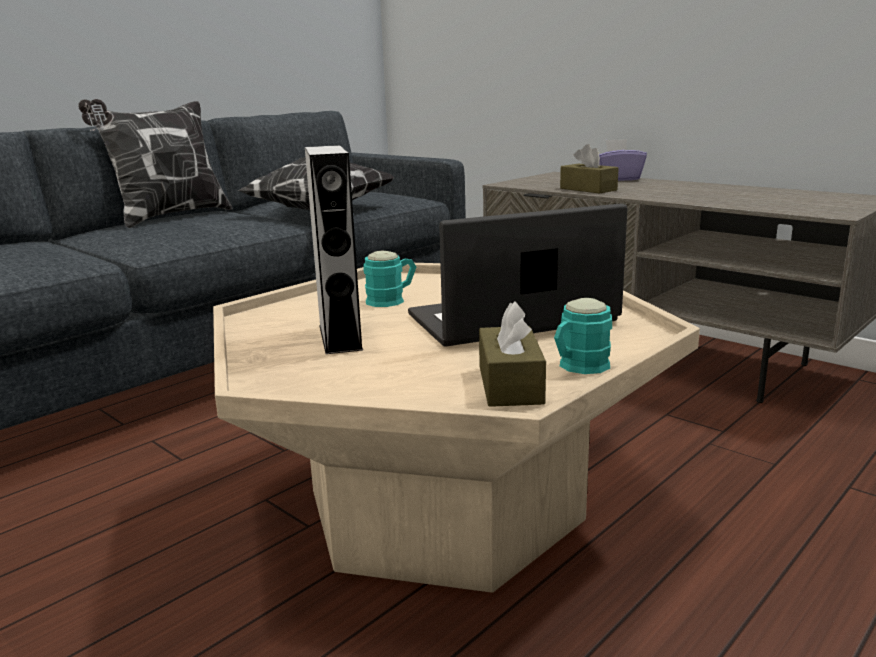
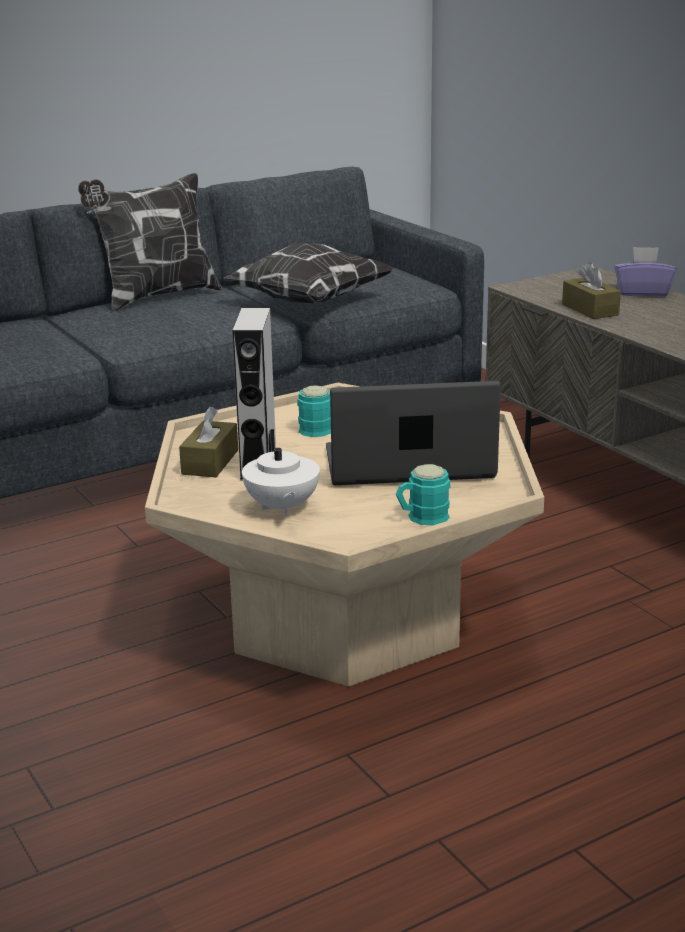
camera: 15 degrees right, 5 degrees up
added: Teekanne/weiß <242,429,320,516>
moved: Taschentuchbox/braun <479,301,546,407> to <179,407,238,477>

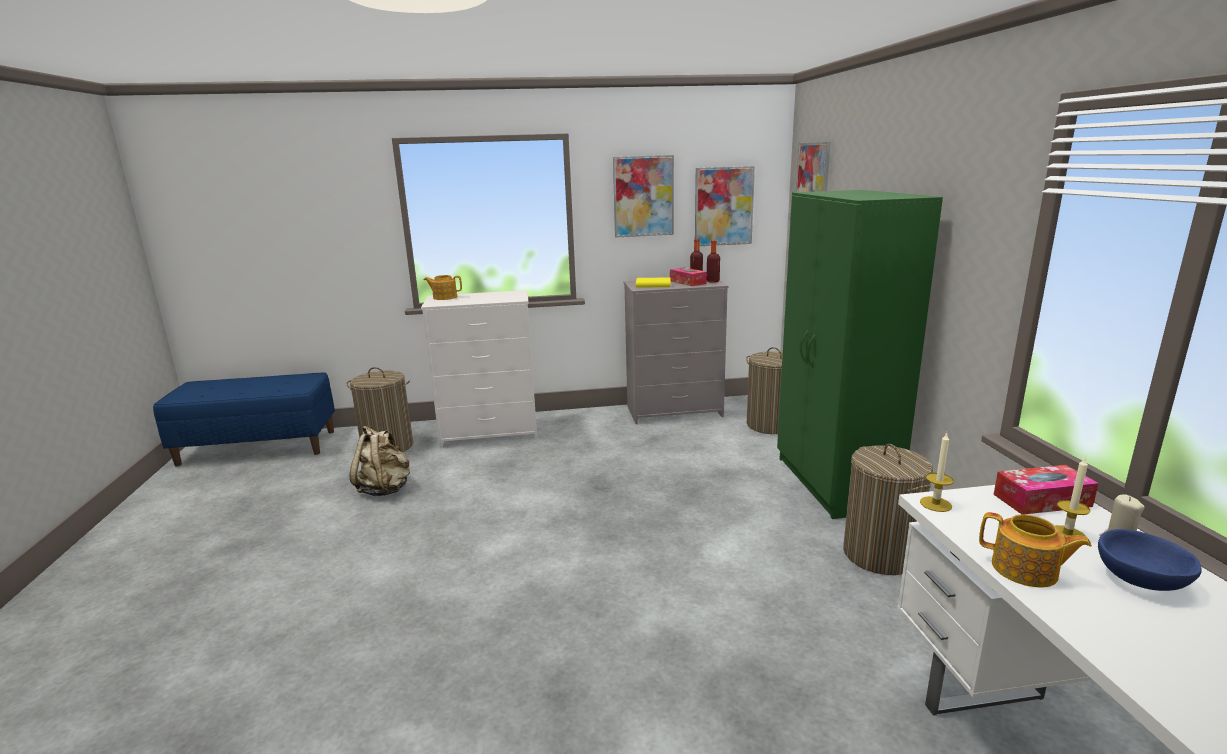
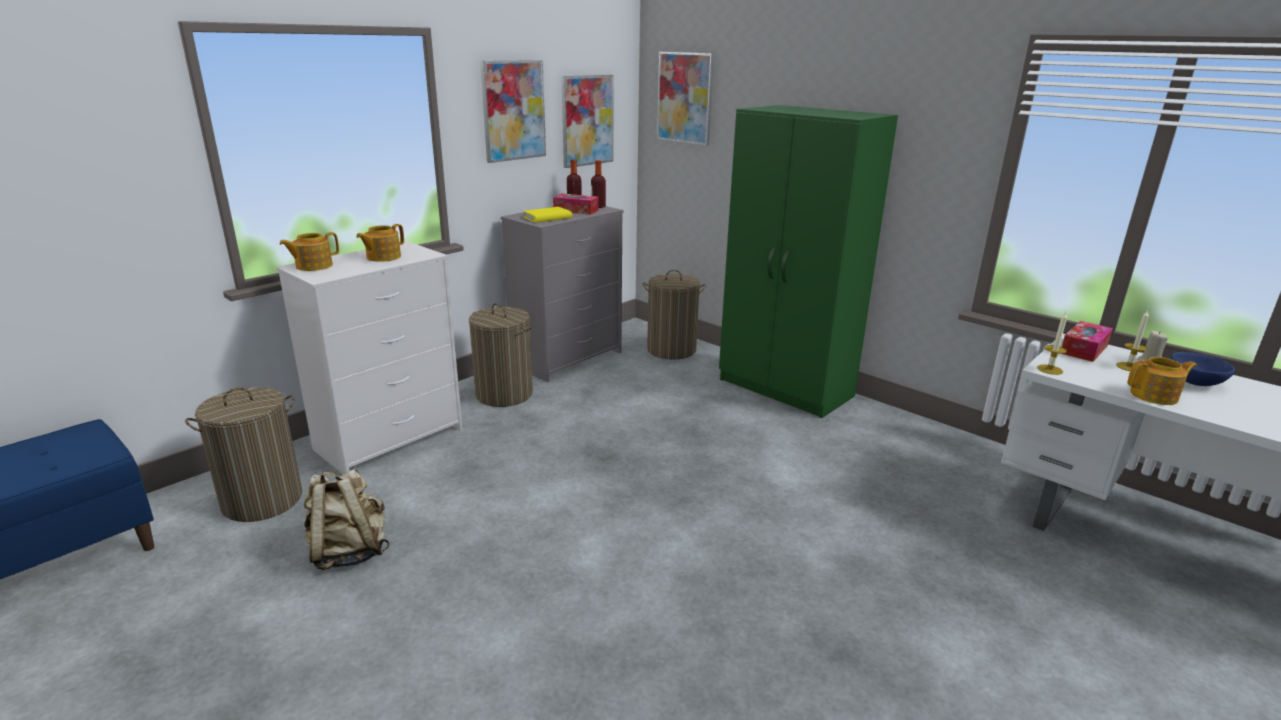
camera: 40 degrees left, 5 degrees up
added: Teekanne <356,224,404,262>
moved: Wäschekorb <843,444,933,575> to <469,303,533,407>

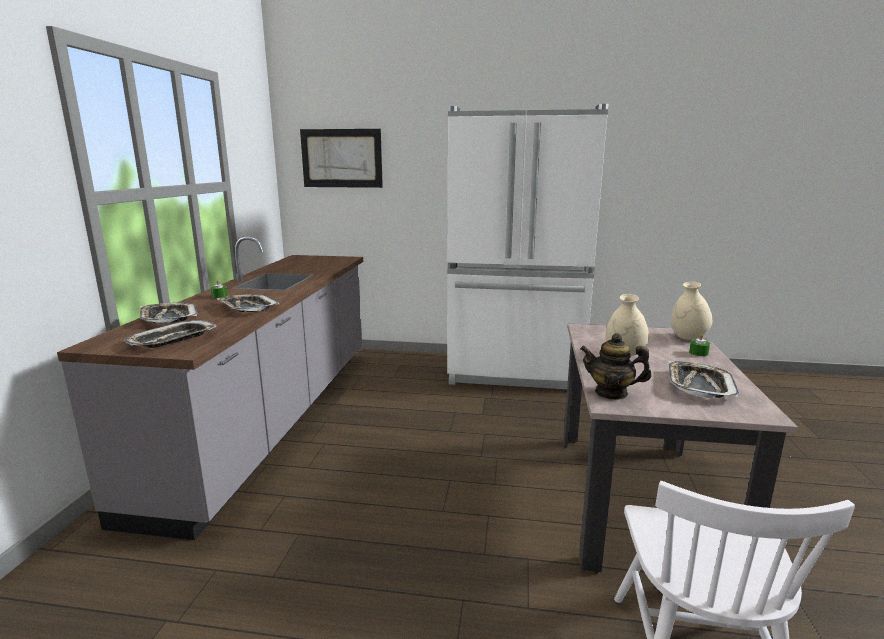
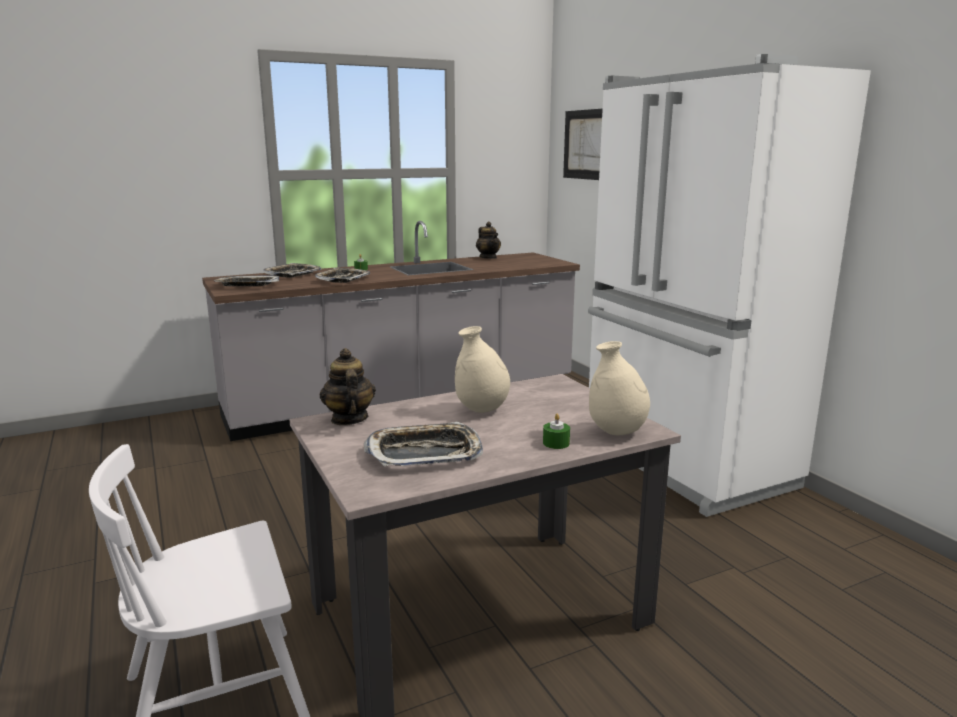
camera: 55 degrees right, 0 degrees up
added: Teekanne <476,222,501,259>

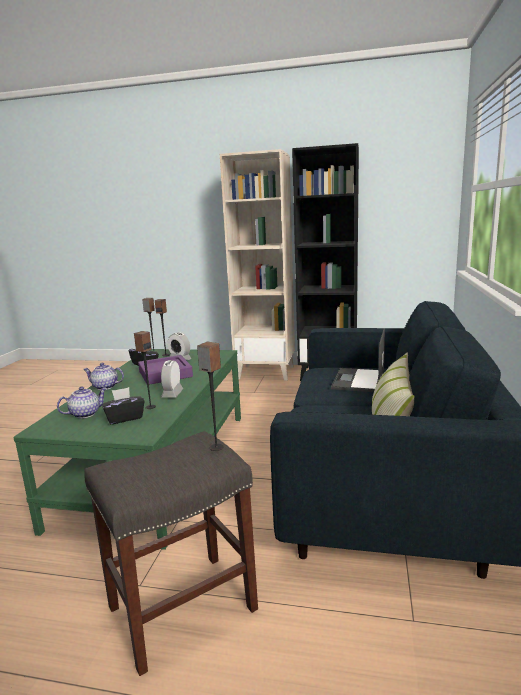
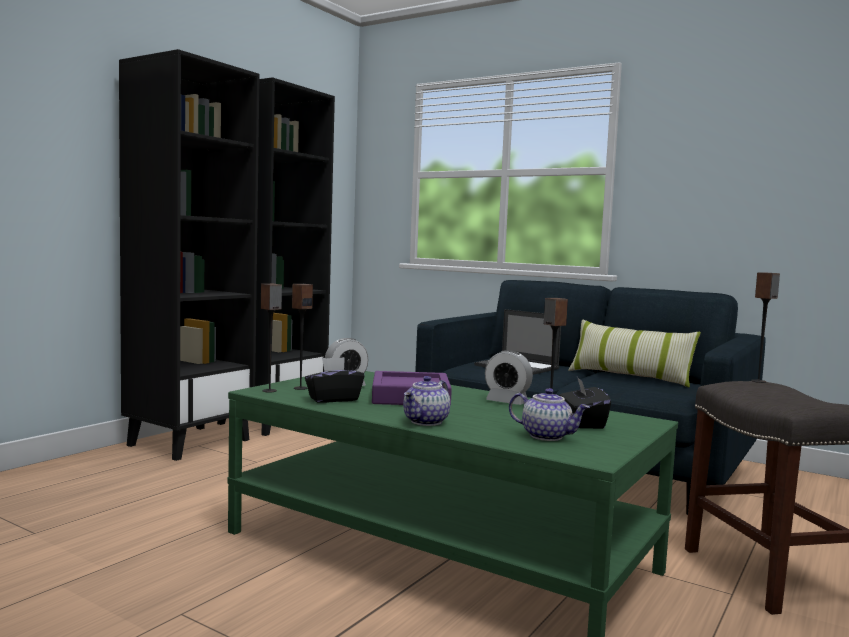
camera: 70 degrees left, 10 degrees down
recoloured: Bücherregal/beige <220,149,295,381> to Bücherregal/schwarz <119,49,259,461>
turned: Teekanne <57,387,107,418> = <509,388,590,441> 135 degrees clockwise

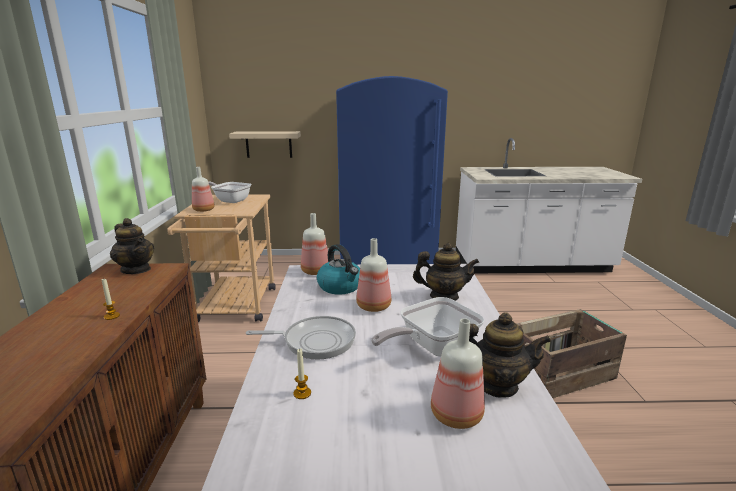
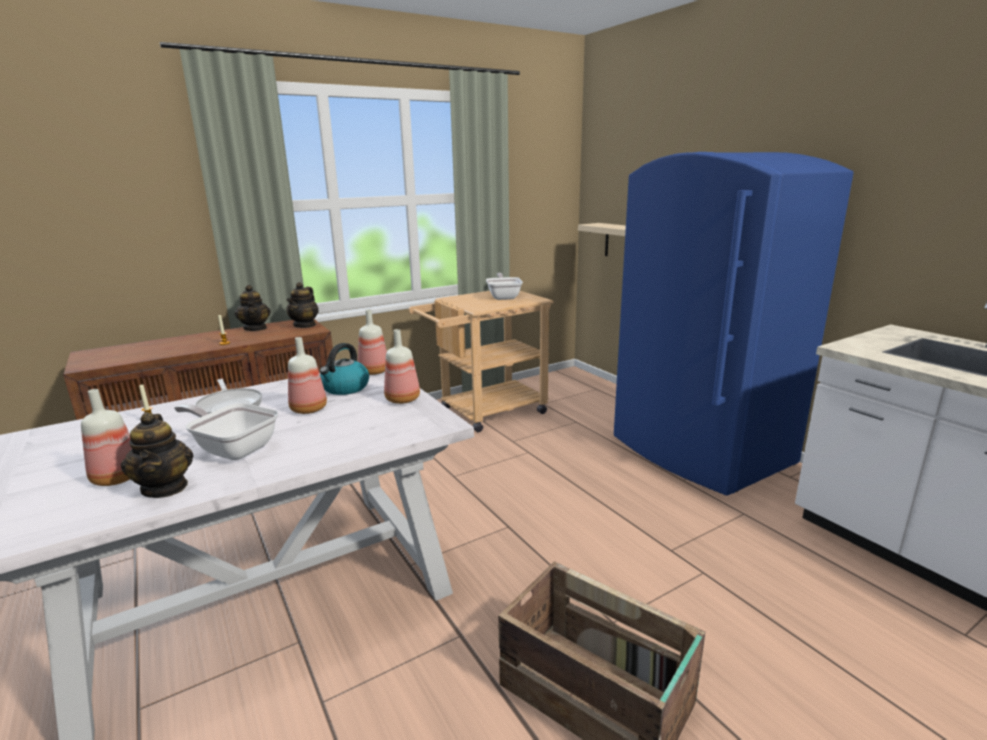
camera: 60 degrees right, 0 degrees up
moved: Flasche <192,167,215,212> to <384,329,420,404>; Teekanne <413,243,479,301> to <235,285,271,331>

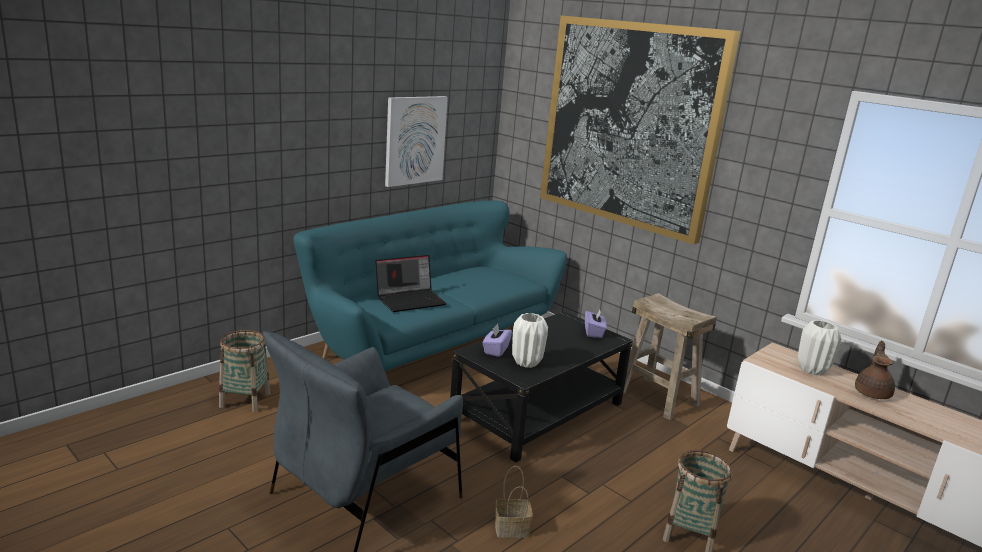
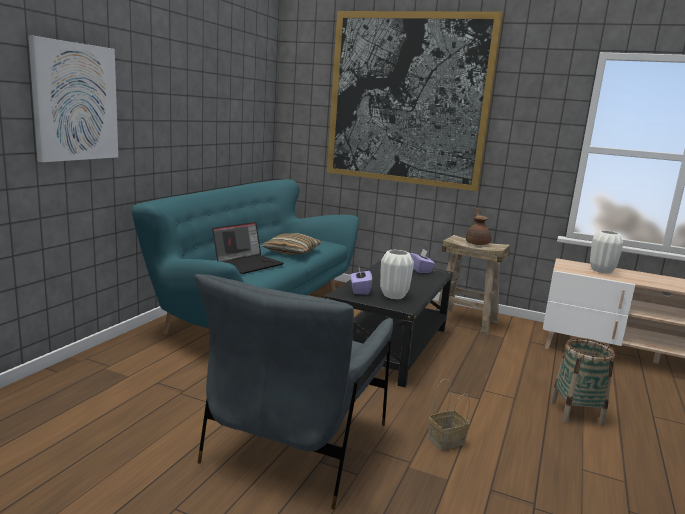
camera: 20 degrees left, 5 degrees down
removed: Korb <219,330,270,412>
added: Kissen <261,233,322,255>
moved: Bild <385,96,448,187> to <28,35,118,162>; Teekanne/braun <855,341,895,399> to <466,208,491,245>

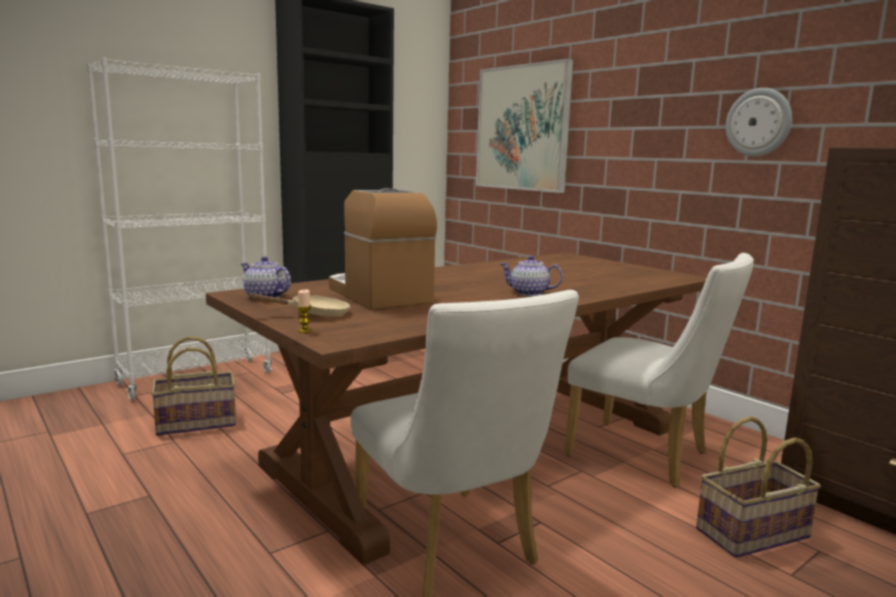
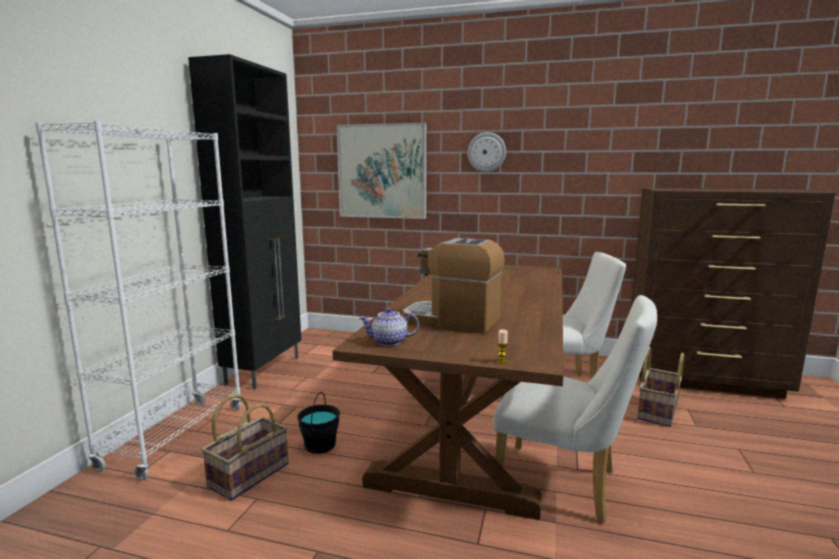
camera: 35 degrees left, 0 degrees up
removed: Teekanne <499,256,563,296>; Pfanne/beige <247,293,350,316>
added: Eimer/schwarz <297,392,340,454>
moved: Wanduhr <726,88,792,156> to <468,132,506,172>

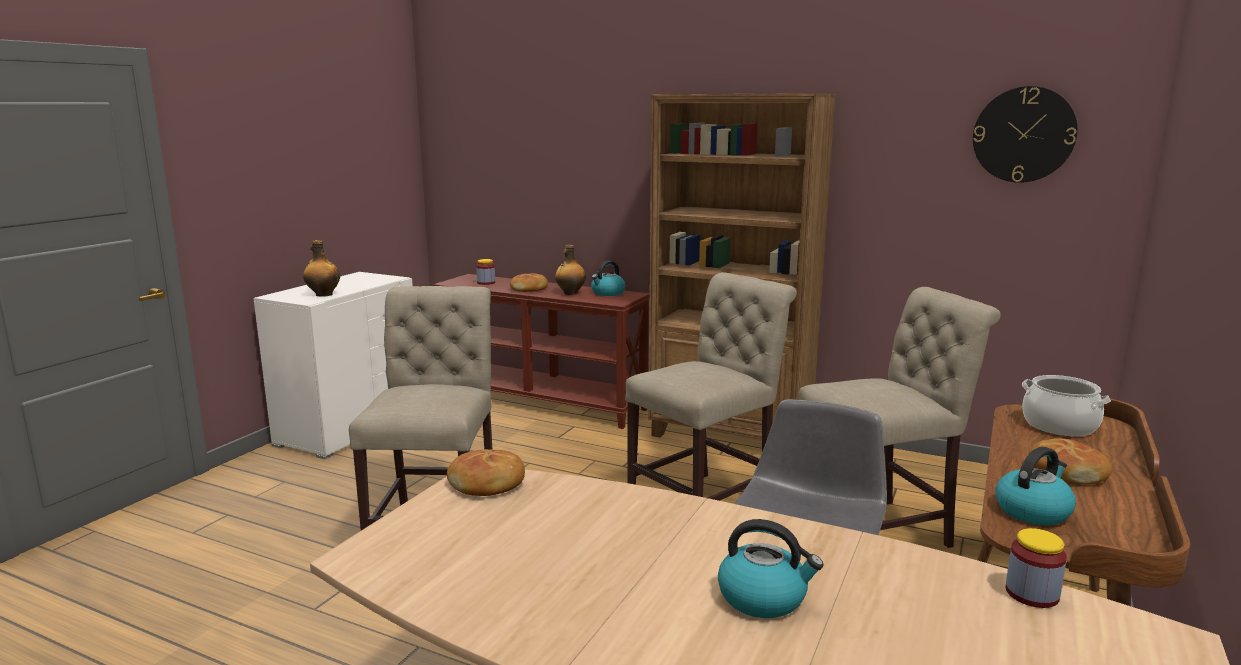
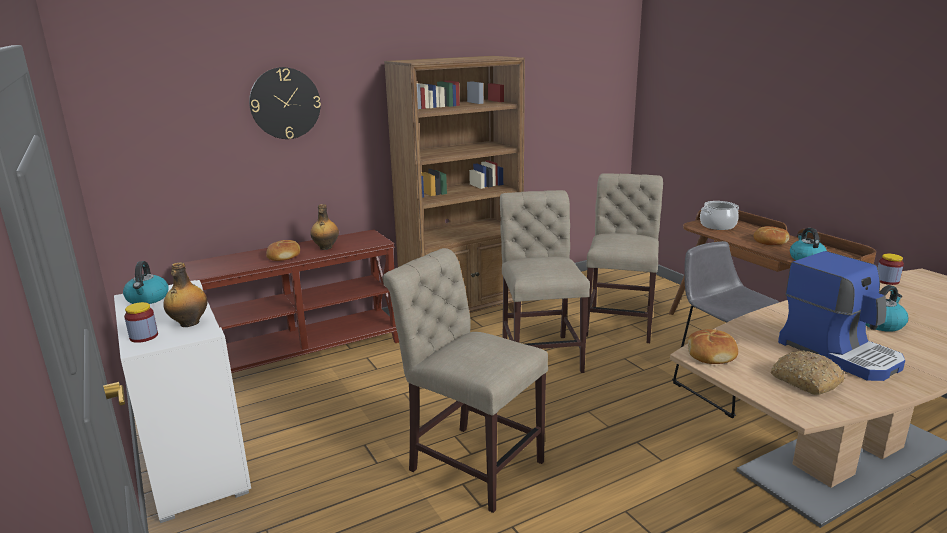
camera: 55 degrees left, 5 degrees up
added: Kaffeemaschine <778,251,905,381>; Brot <771,350,845,395>
moved: Wanduhr <973,86,1078,183> to <249,67,321,139>; Vorratsglas <476,259,495,285> to <124,302,158,343>; Wasserkessel <591,261,625,296> to <123,261,169,304>

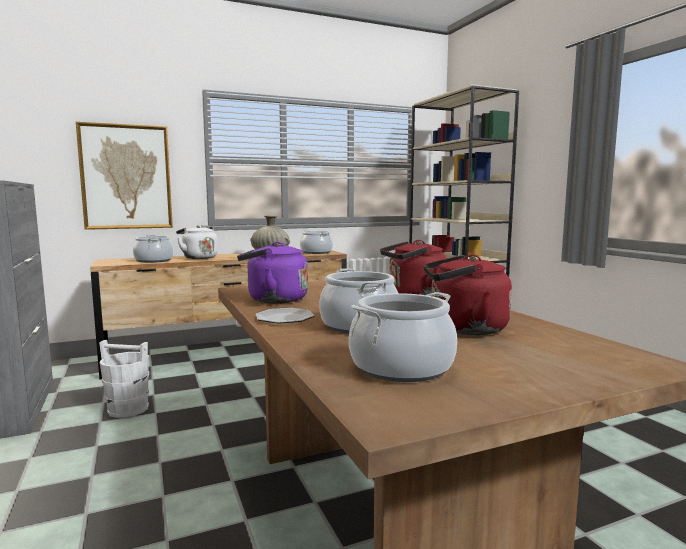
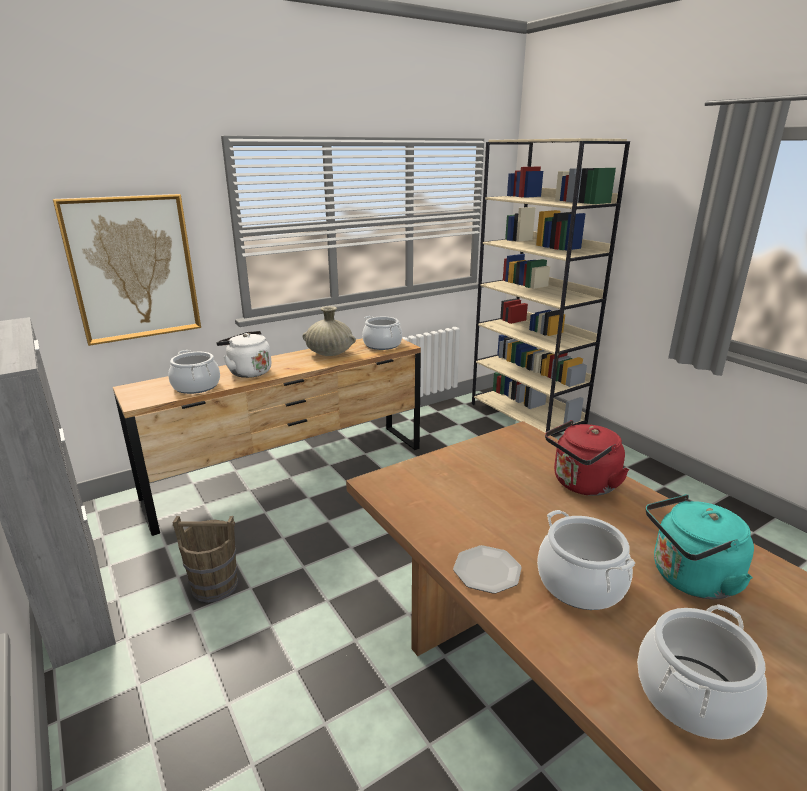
camera: 10 degrees left, 15 degrees up
removed: Wasserkessel/lila <237,242,308,304>
recoloured: Wasserkessel/rot <423,254,512,335> to Wasserkessel/türkis <646,494,754,599>; Eimer/weiß <99,340,149,418> to Eimer/braun <172,516,238,603>

